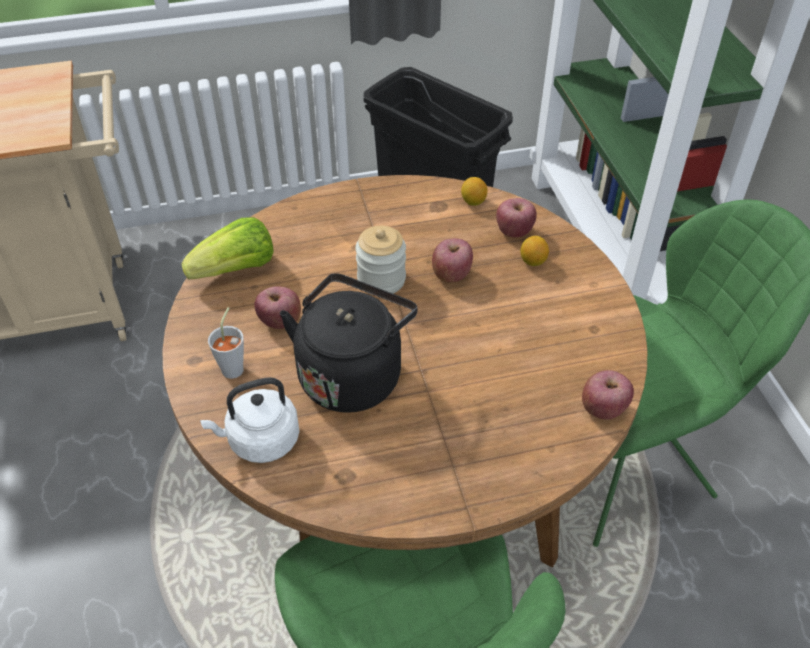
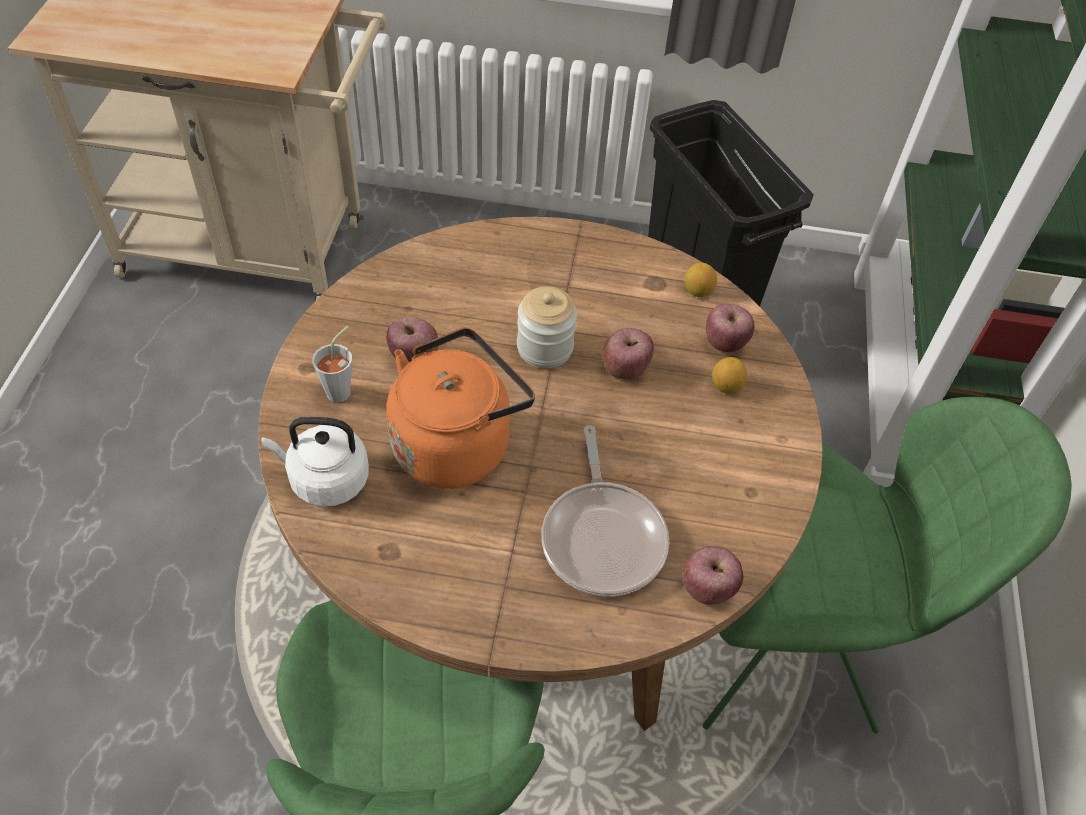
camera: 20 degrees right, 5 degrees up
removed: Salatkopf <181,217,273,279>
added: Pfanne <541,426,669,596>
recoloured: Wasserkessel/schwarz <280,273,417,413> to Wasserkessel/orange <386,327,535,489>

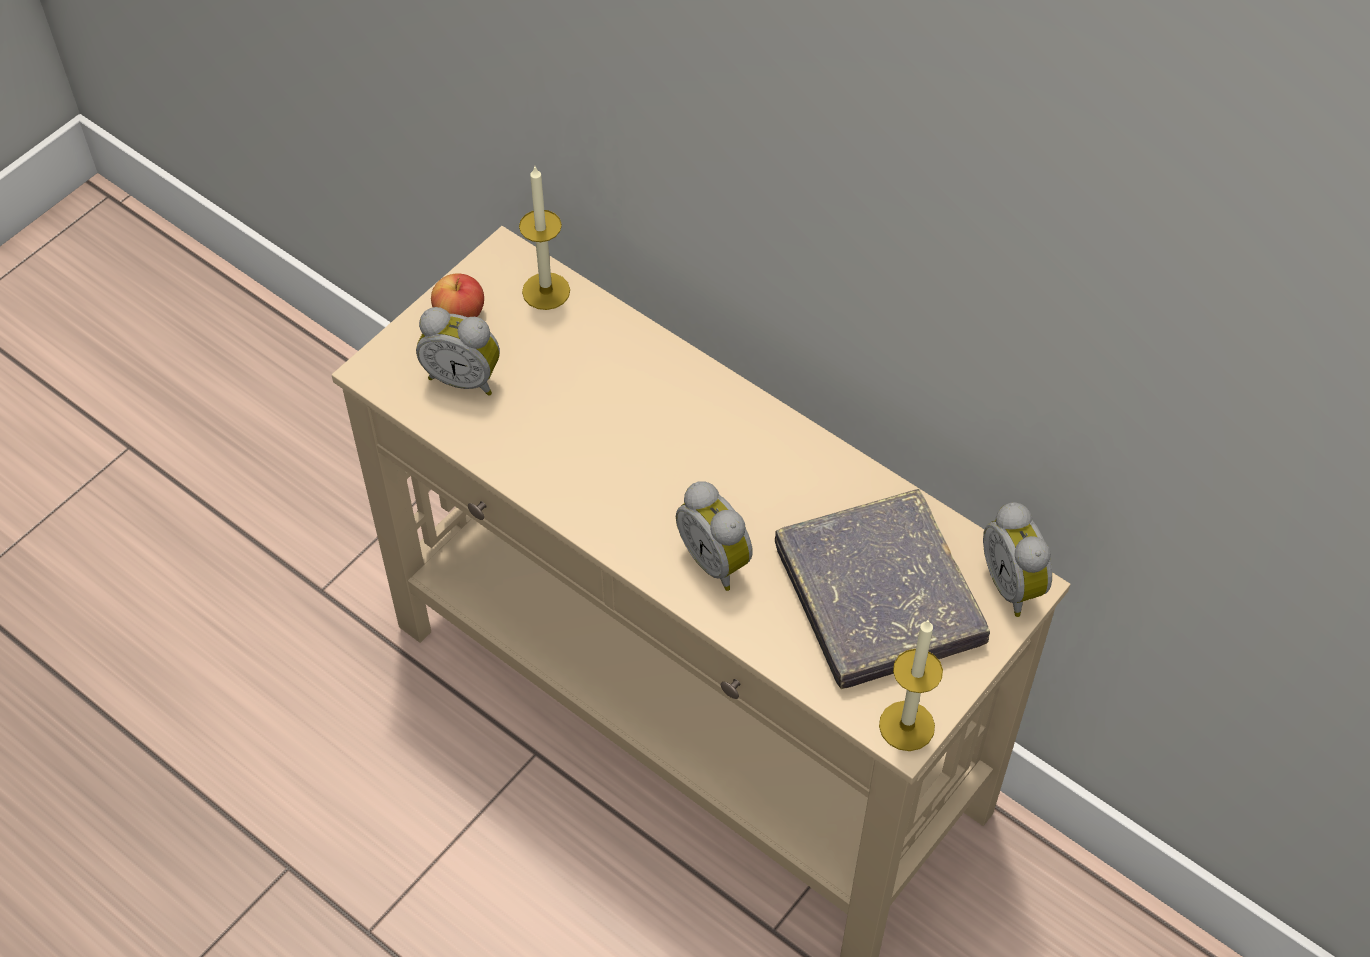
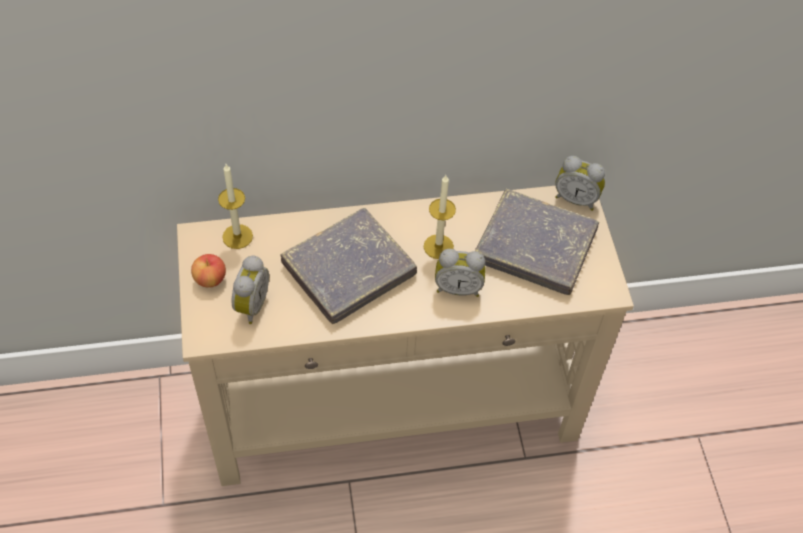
camera: 50 degrees left, 0 degrees up
added: Buch/grau <280,208,417,324>
moved: Kerze <879,619,943,751> to <424,175,456,259>
turned: Wecker <416,307,500,396> = <232,256,269,324> 45 degrees counterclockwise

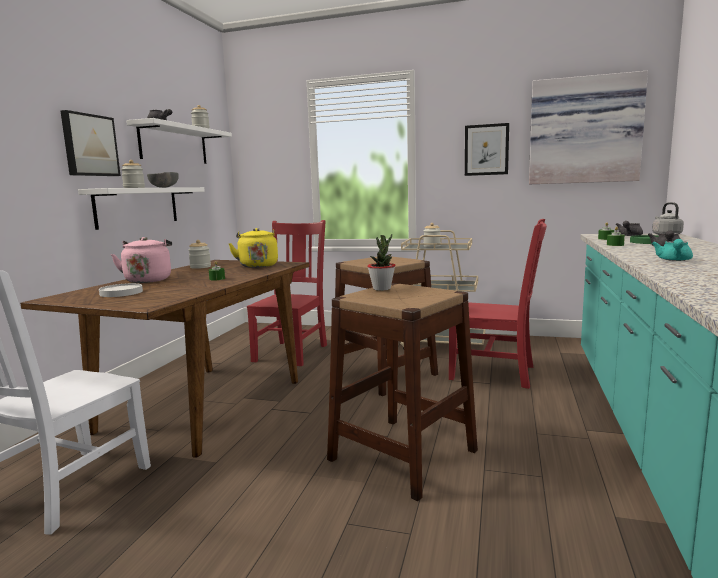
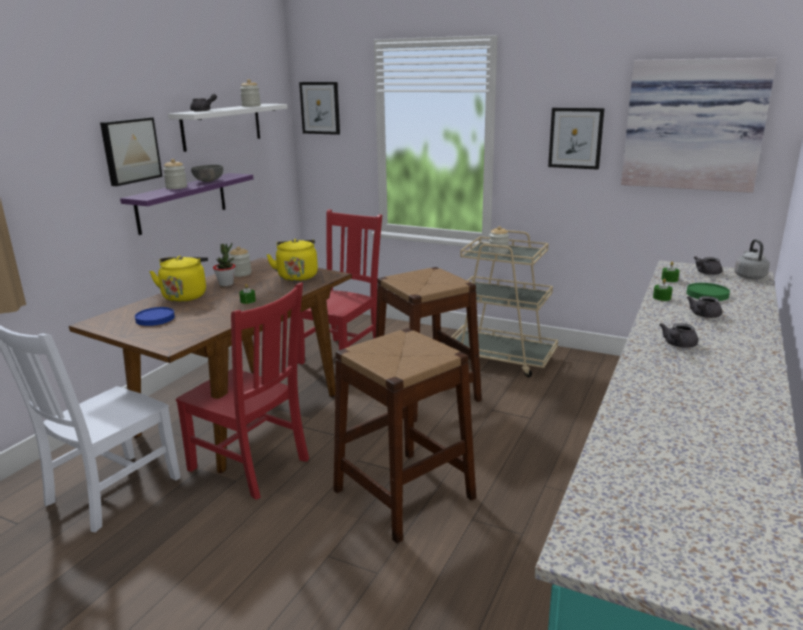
camera: 10 degrees right, 10 degrees up
added: Bild <299,82,340,135>
moved: Stuhl/rot <449,219,547,389> to <176,283,309,500>; Topfpflanze <367,234,395,291> to <213,243,235,286>
recoloured: Wandregal/weiß <78,187,205,230> to Wandregal/lila <120,173,253,235>; Wasserkessel/rosa <111,237,172,283> to Wasserkessel/gelb <149,256,208,302>; Teekanne/türkis <652,239,693,261> to Teekanne/grau <659,323,698,348>; Teller/weiß <99,283,143,297> to Teller/blau <135,307,175,326>

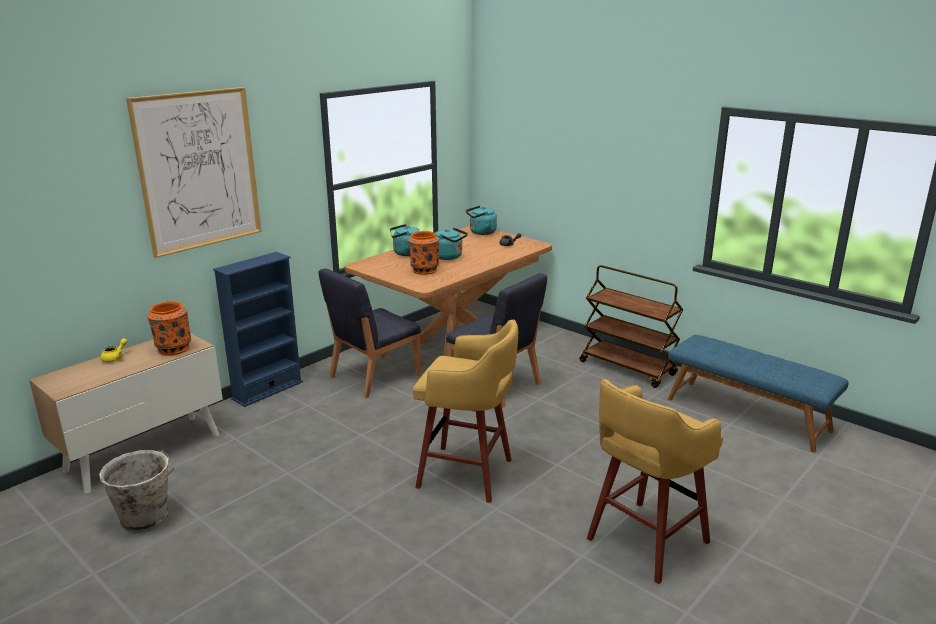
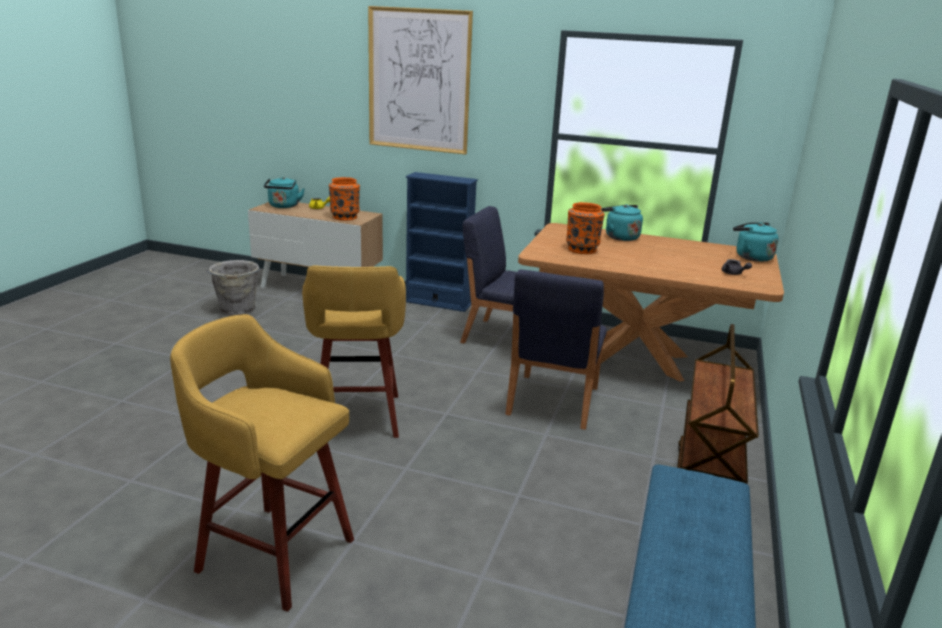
camera: 65 degrees right, 0 degrees up
moved: Wasserkessel/türkis <435,228,468,260> to <264,177,304,208>

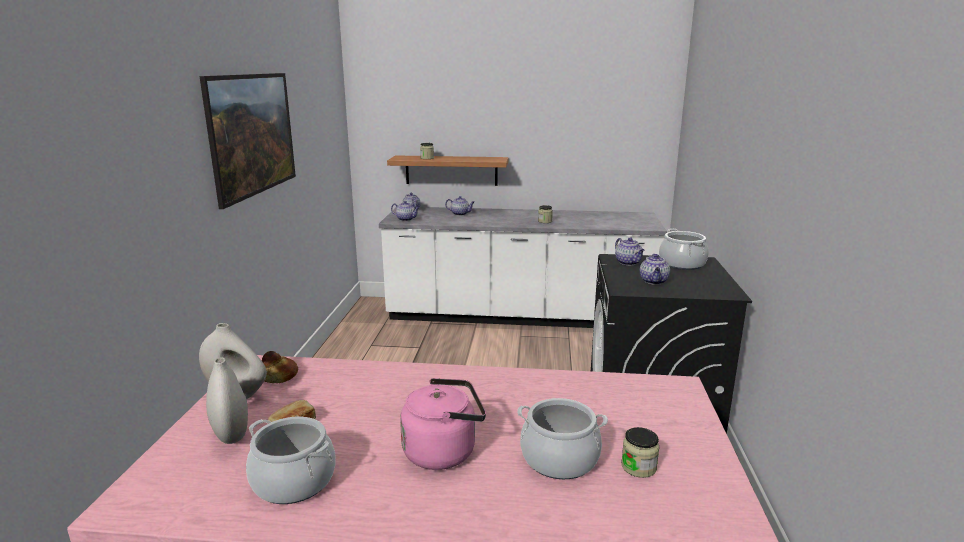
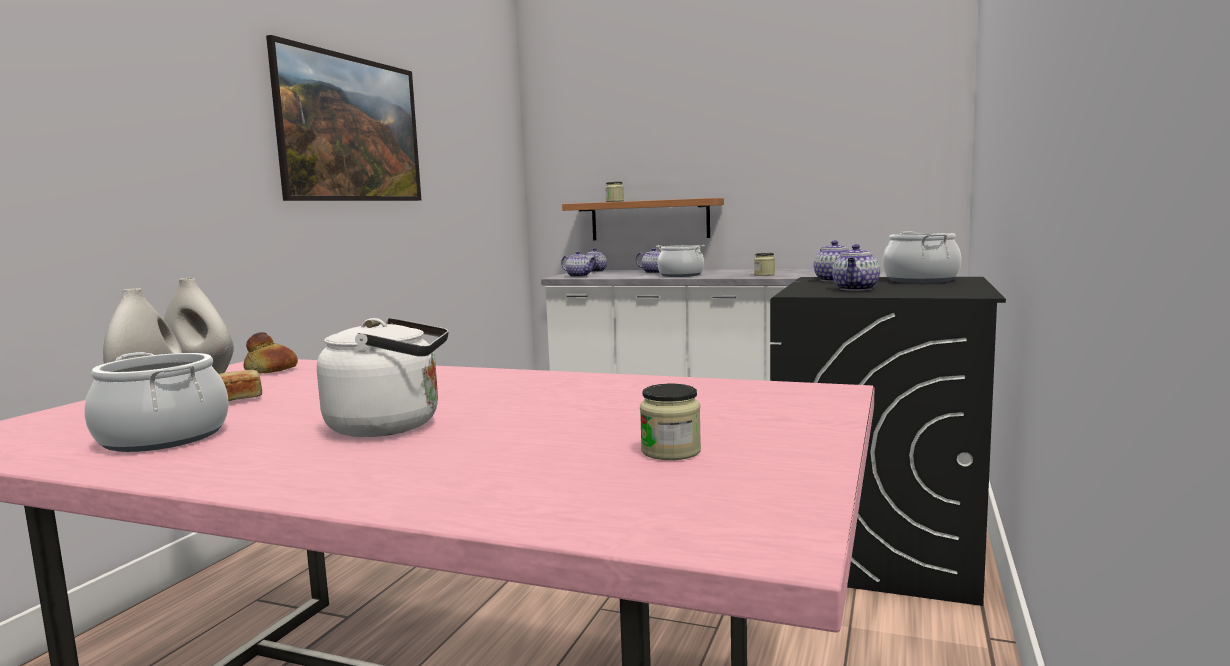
camera: 15 degrees right, 10 degrees down
moved: Kochtopf <517,398,608,479> to <656,245,705,277>
recoloured: Wasserkessel/rosa <400,378,486,470> to Wasserkessel/weiß <317,318,449,437>

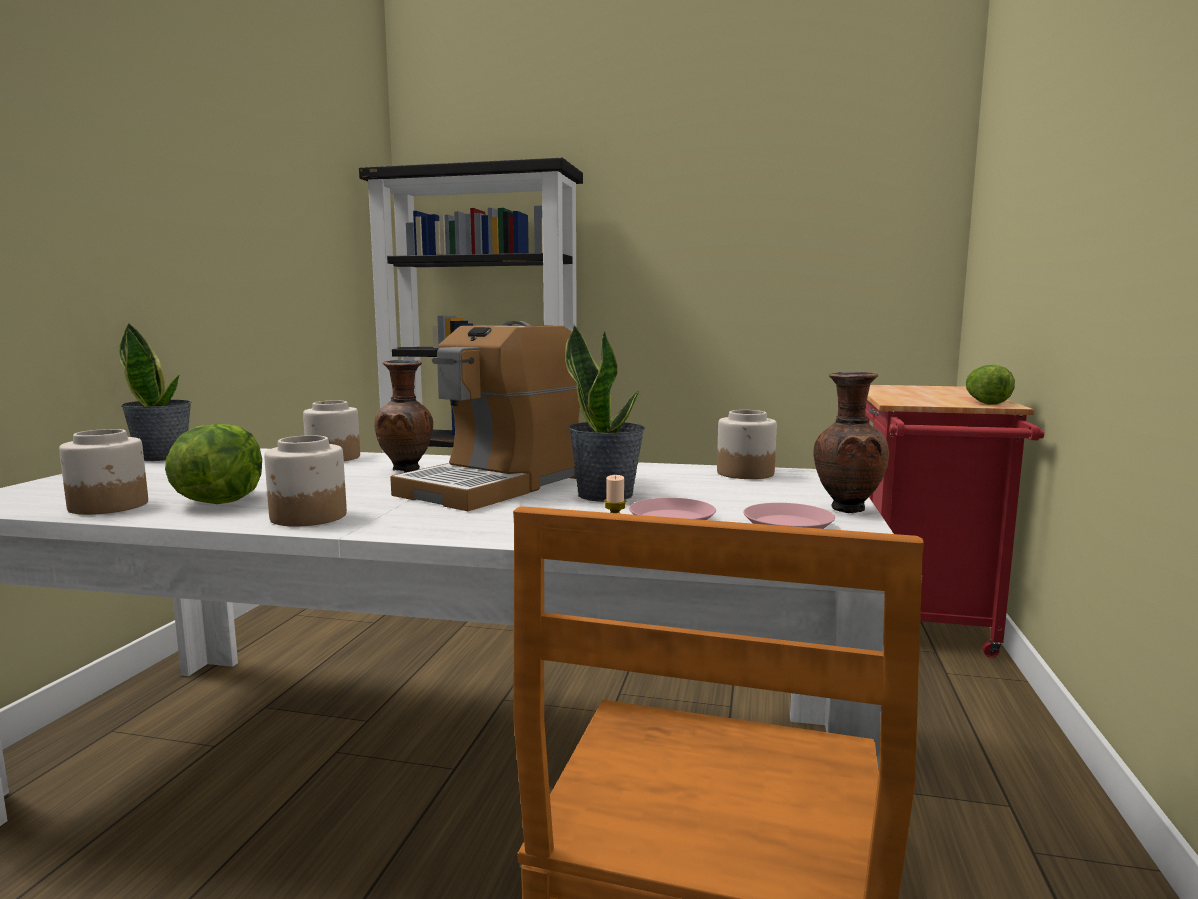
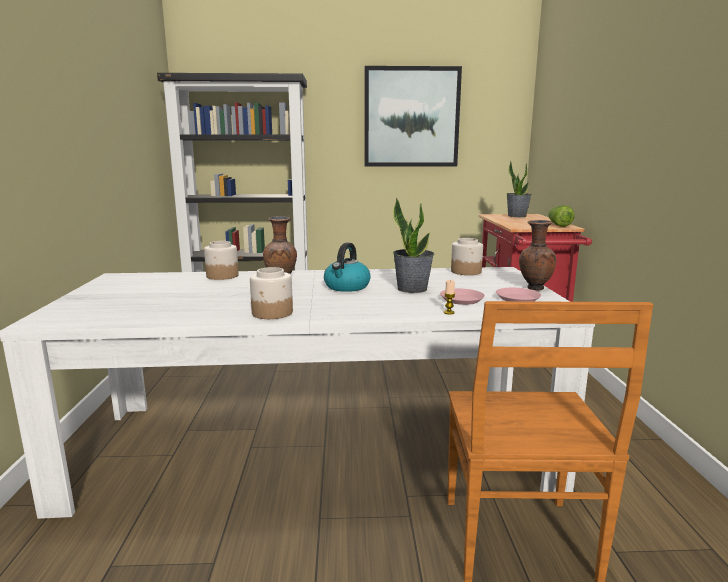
camera: 15 degrees left, 5 degrees up
removed: Salatkopf <165,424,262,504>; Vorratsglas <59,429,148,515>
added: Bild <365,66,462,167>
moved: Topfpflanze <119,322,192,461> to <507,161,532,217>
replaced: Kaffeemaschine <390,321,580,511> to Wasserkessel <324,243,371,292>

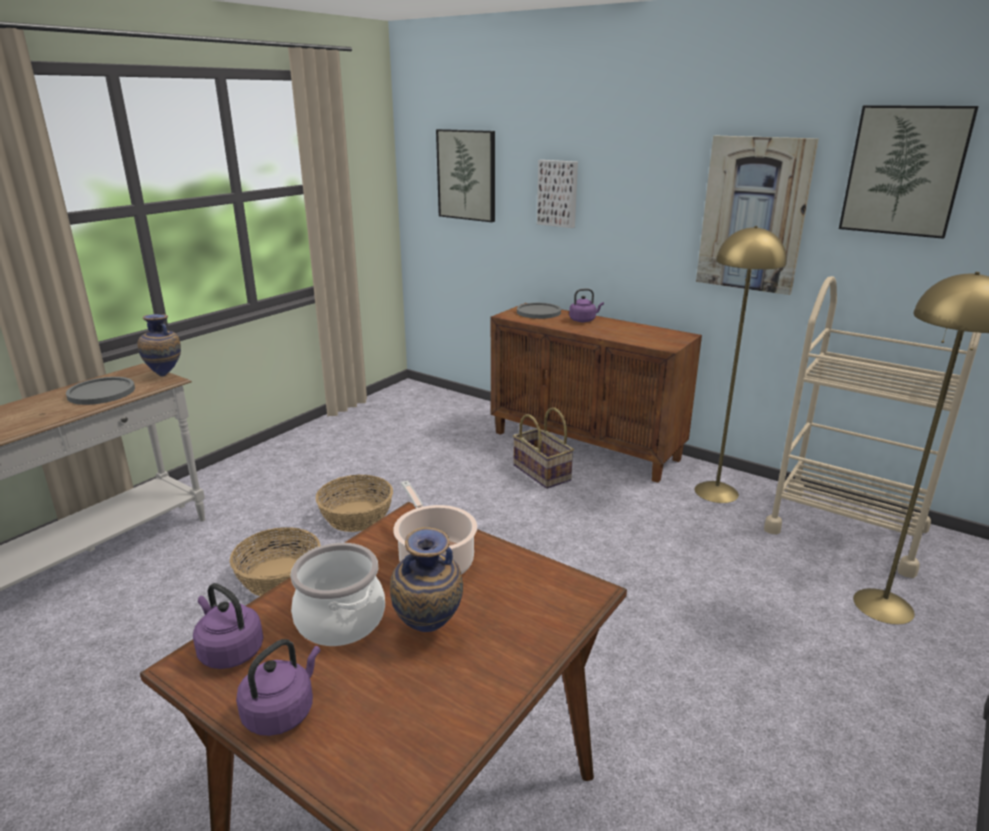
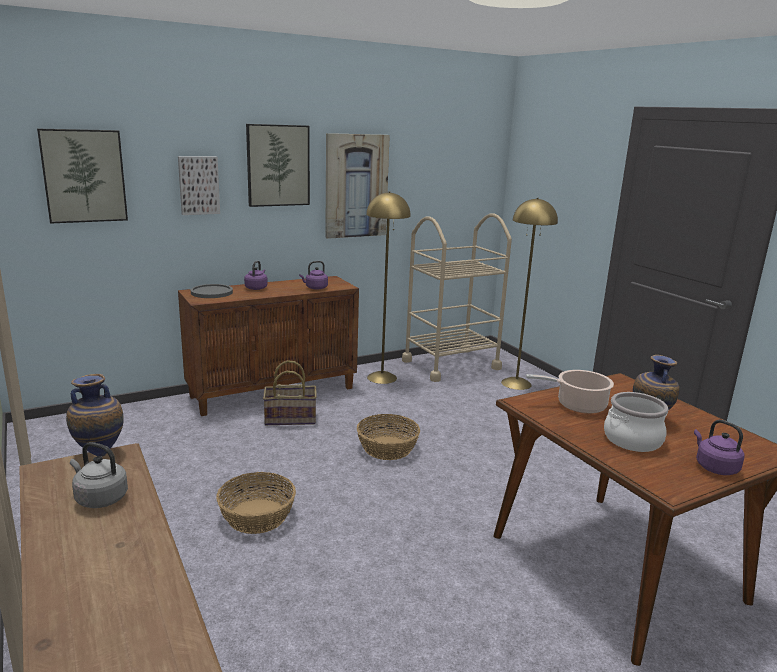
camera: 65 degrees left, 5 degrees down
moved: Bild <839,105,979,239> to <246,124,310,207>; Korb <230,527,321,596> to <357,414,420,460>; Wasserkessel/lila <193,583,263,669> to <299,261,328,290>
replaced: Teller/grau <66,377,135,405> to Wasserkessel/grau <70,442,128,508>

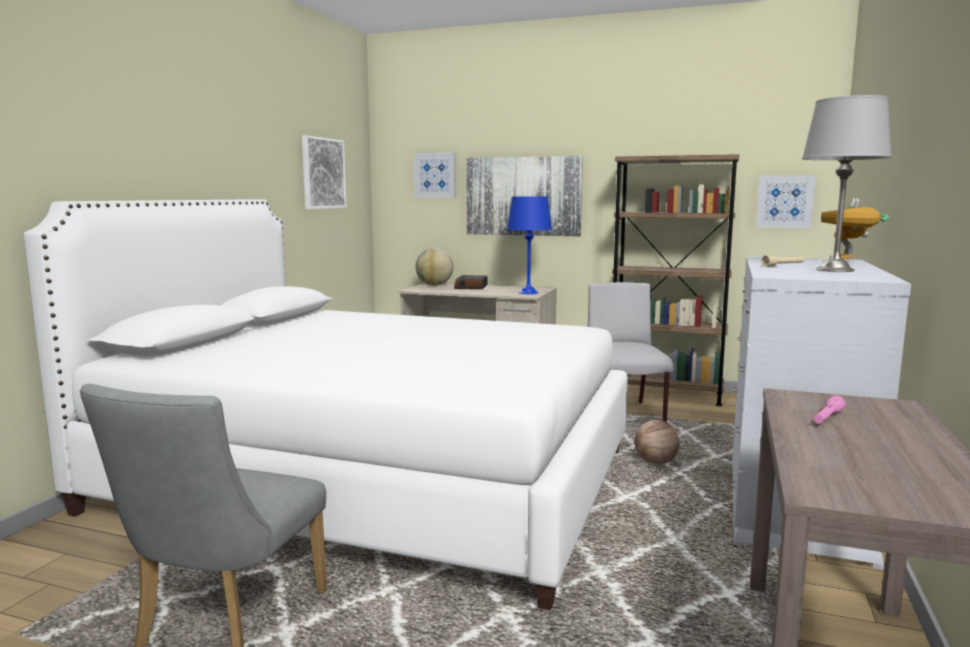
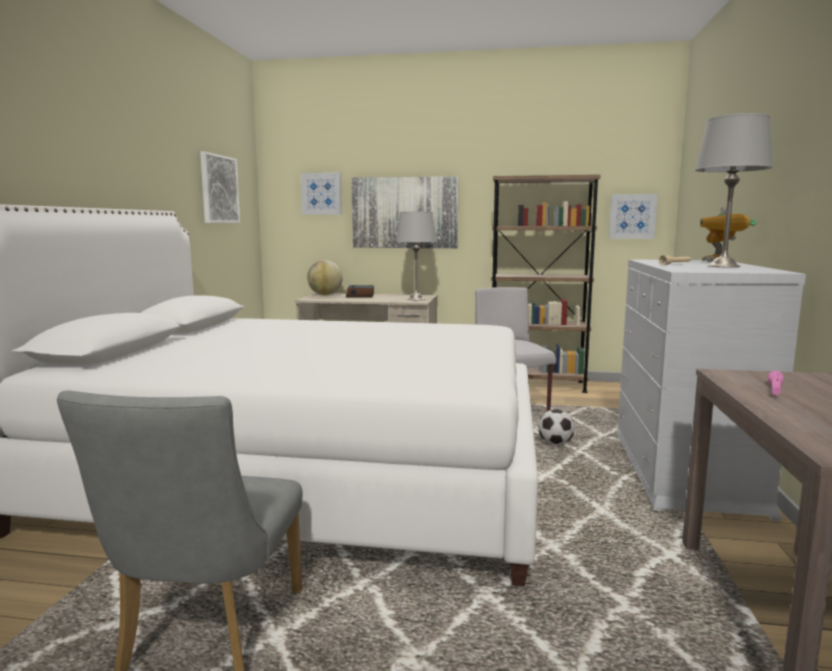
camera: 10 degrees left, 0 degrees up
replaced: Basketball <634,420,680,465> to Fußball <538,409,575,445>
recoloured: Tischlampe/blau <507,197,552,294> to Tischlampe/grau <396,212,437,300>

